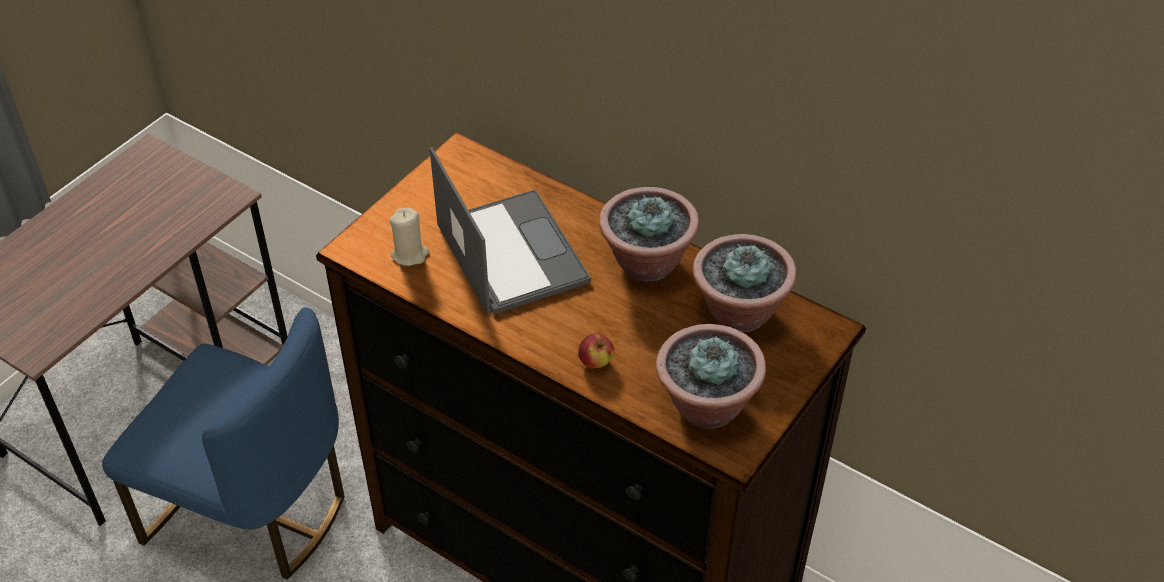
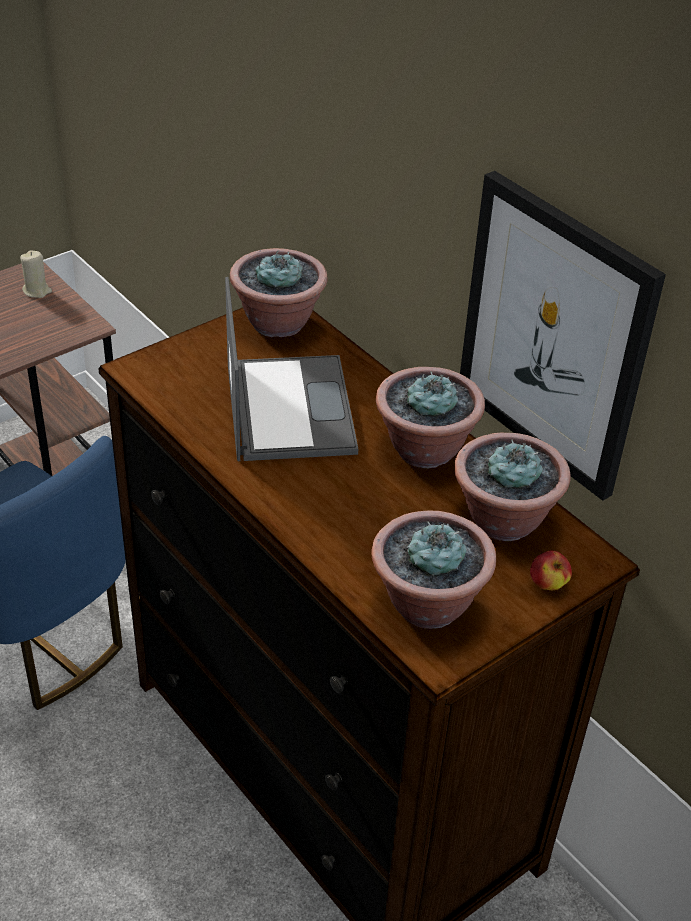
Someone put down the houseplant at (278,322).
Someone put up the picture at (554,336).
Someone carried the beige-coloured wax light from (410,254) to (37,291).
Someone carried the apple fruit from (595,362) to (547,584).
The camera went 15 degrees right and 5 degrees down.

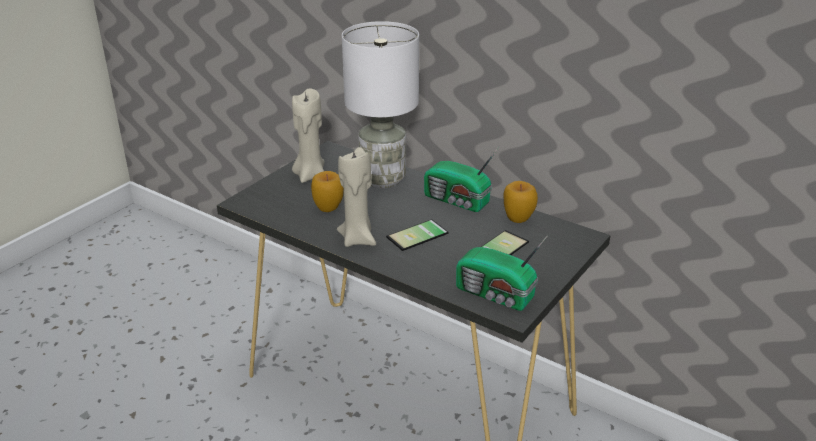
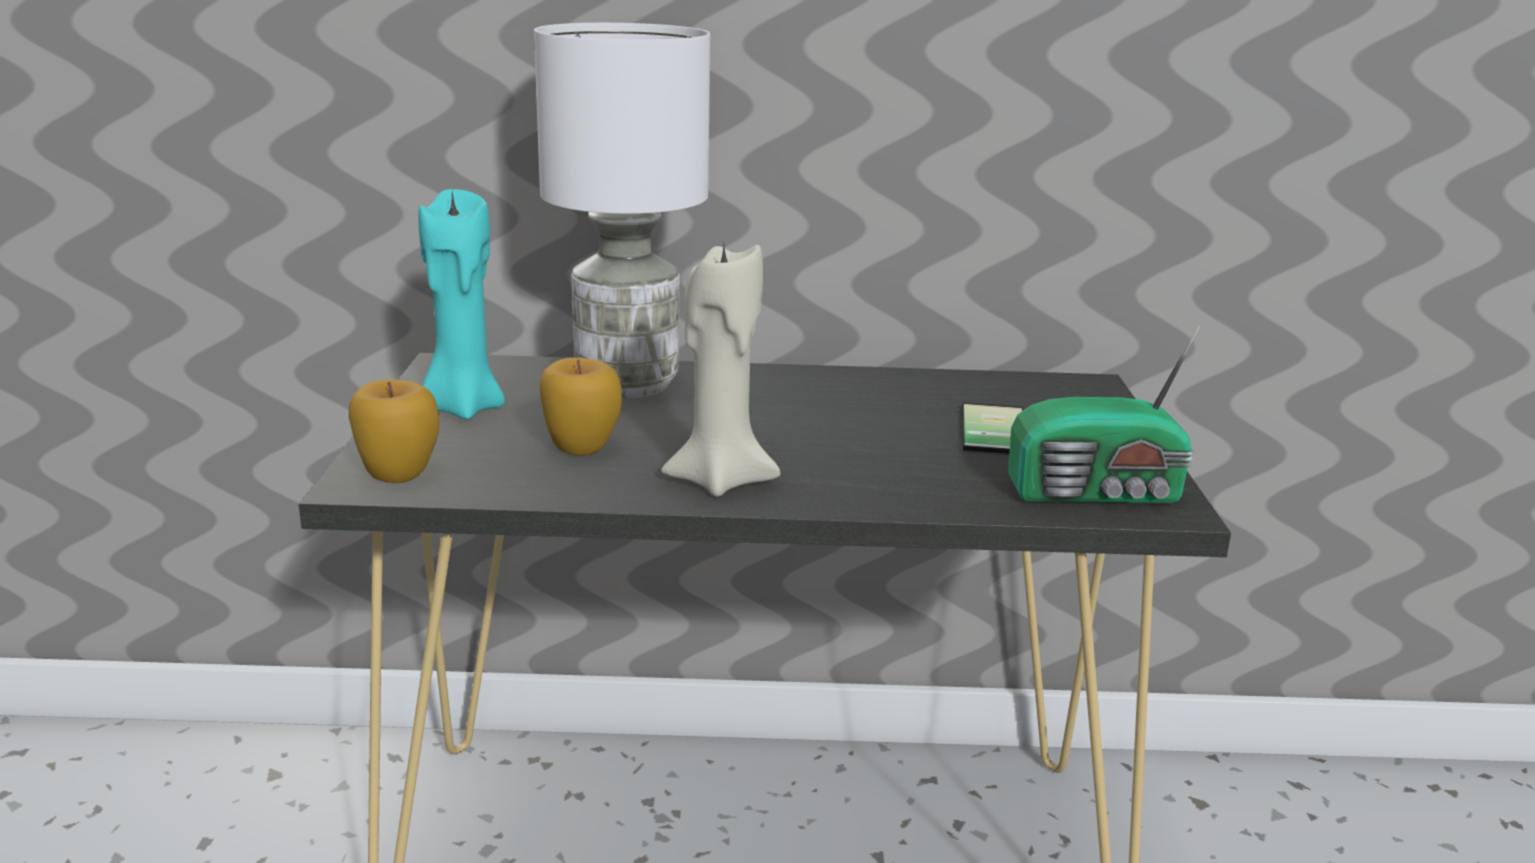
Someone took away the phone at (419,237).
Someone took away the radio set at (457,201).
Someone carried the apple fruit from (518,218) to (398,474).
Someone repainted the beige-coloured wax light at (310,175), which became the turquoise wax light at (462,408).
The camera went 35 degrees left and 10 degrees down.

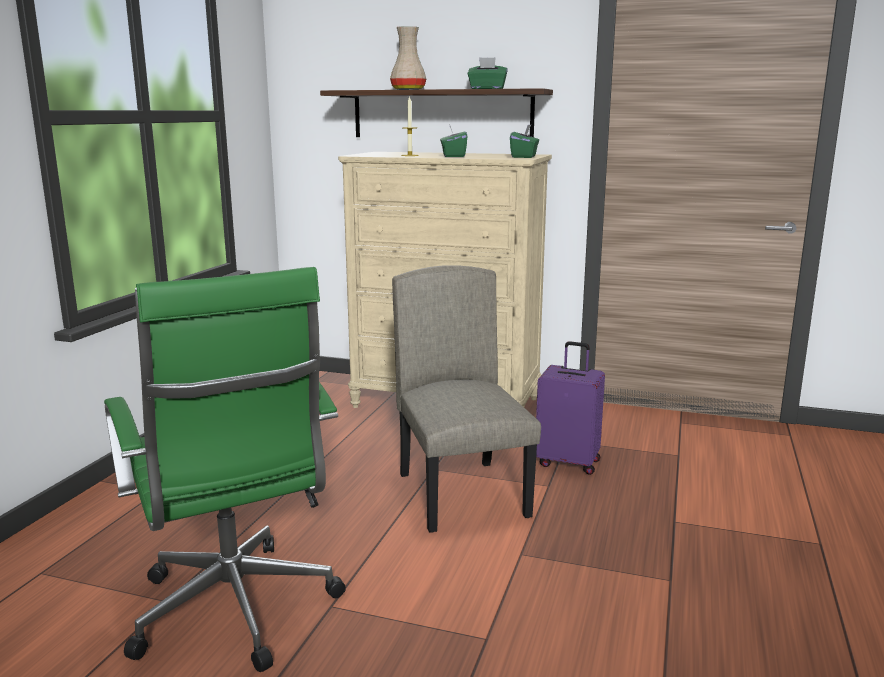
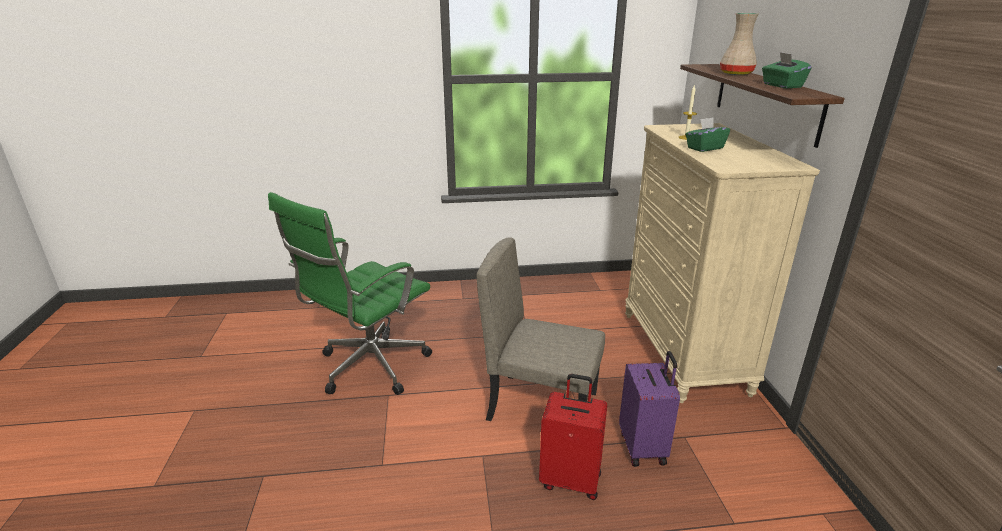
Someone took away the greenish tissue holder at (524,157).
Someone put down the red-coloured piece of luggage at (571,479).
Someone rotated the beige-coloured chair at (463,494) by 120 degrees counterclockwise.
The camera went 65 degrees right and 10 degrees up.

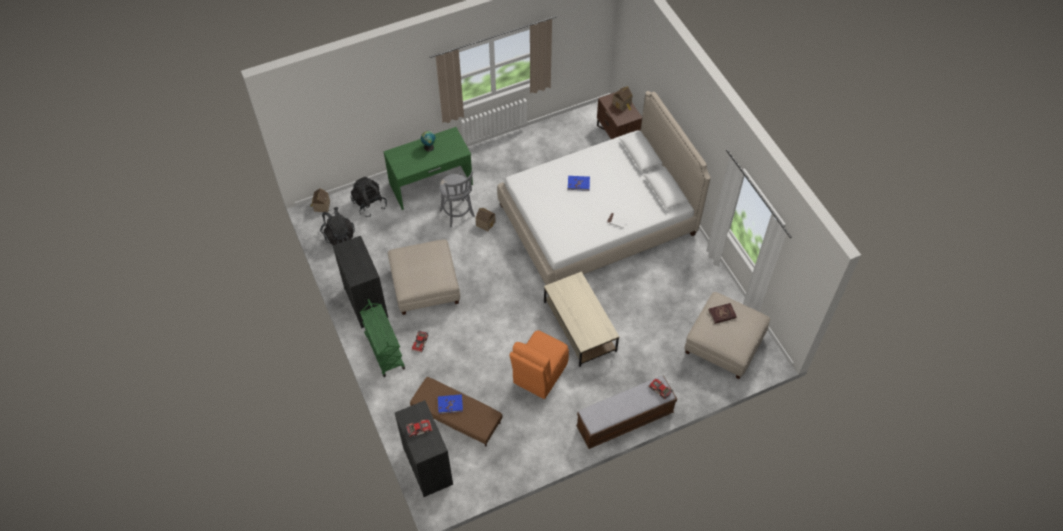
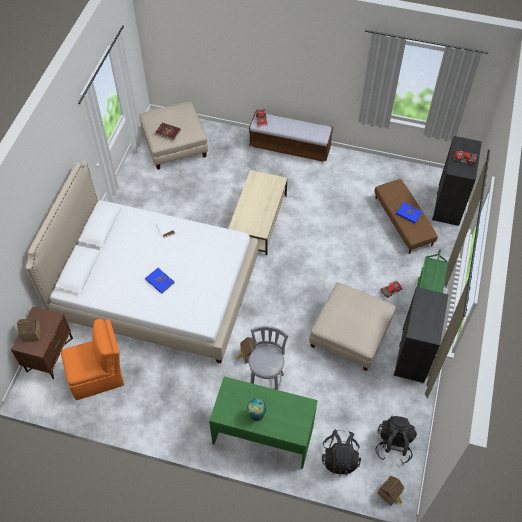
Someone carried the orange chair from (539,374) to (98,376).
The camera went 140 degrees left and 0 degrees up.

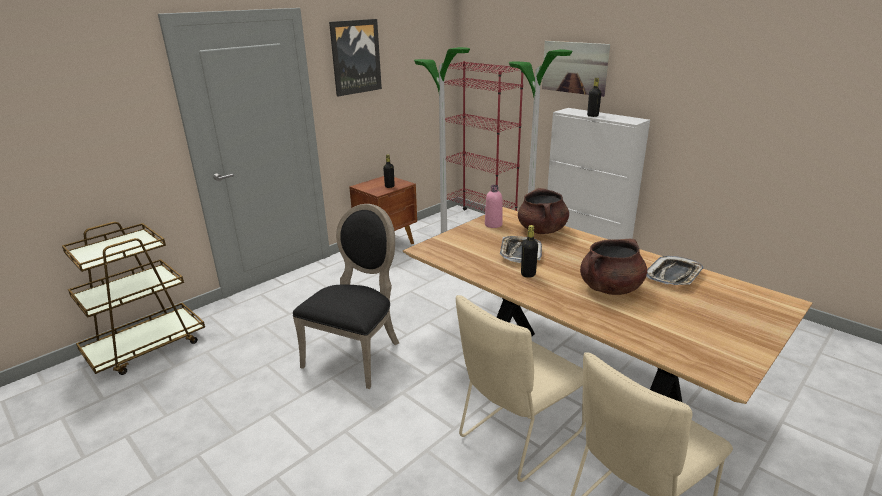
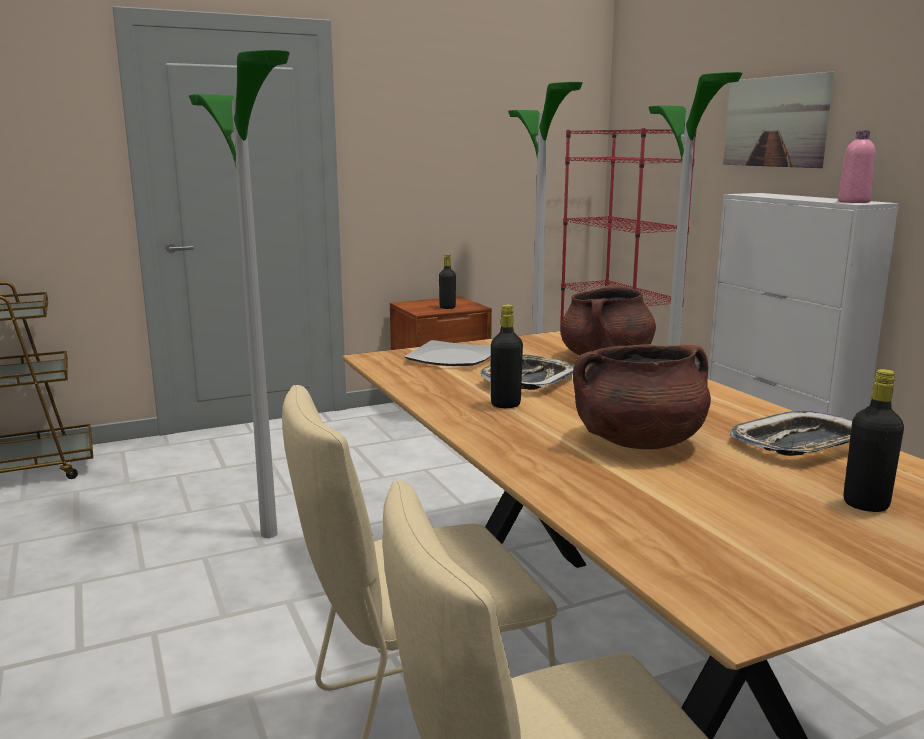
Someone took away the picture at (355,57).
Someone put down the dinner plate at (452,358).
Someone carried the pink-coloured beverage bottle from (493,224) to (854,202).
Someone carried the black-coloured beverage bottle from (592,116) to (865,505).
Someone swapped the black-coloured chair at (357,353) for the standard lamp at (269,534).
The camera went 20 degrees right and 10 degrees down.

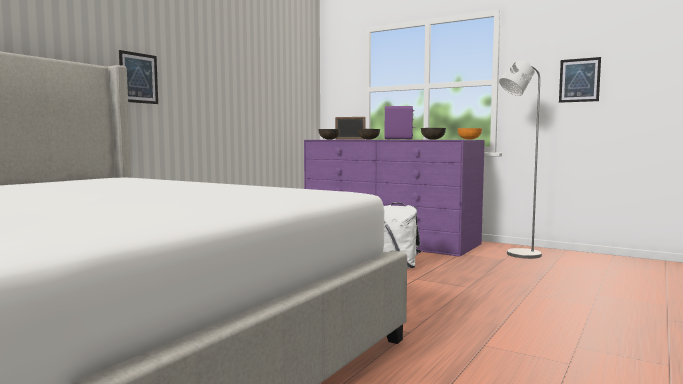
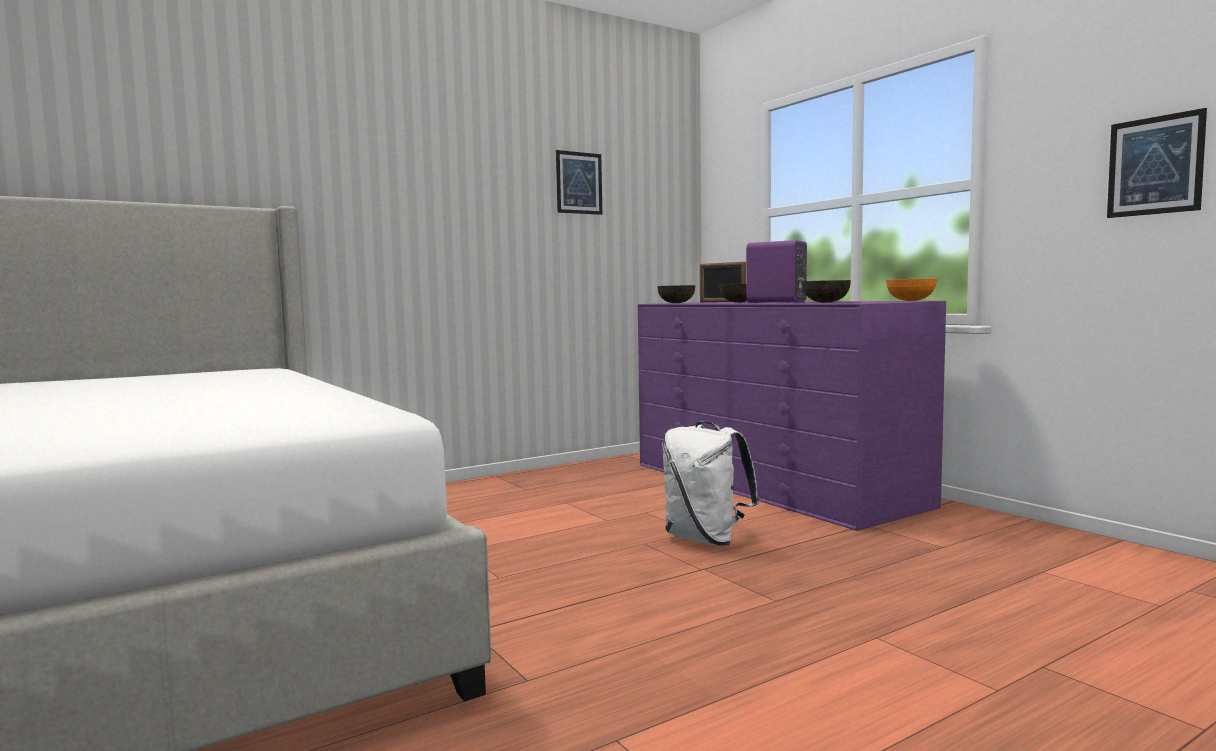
Someone took away the grey standard lamp at (518,255).
Someone carried the picture from (138,78) to (579,183).
The camera went 25 degrees right and 0 degrees up.

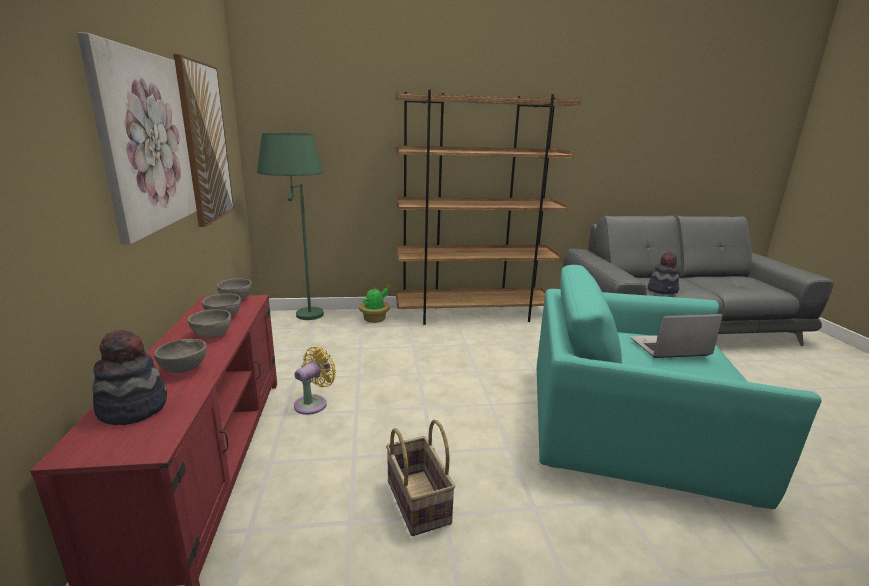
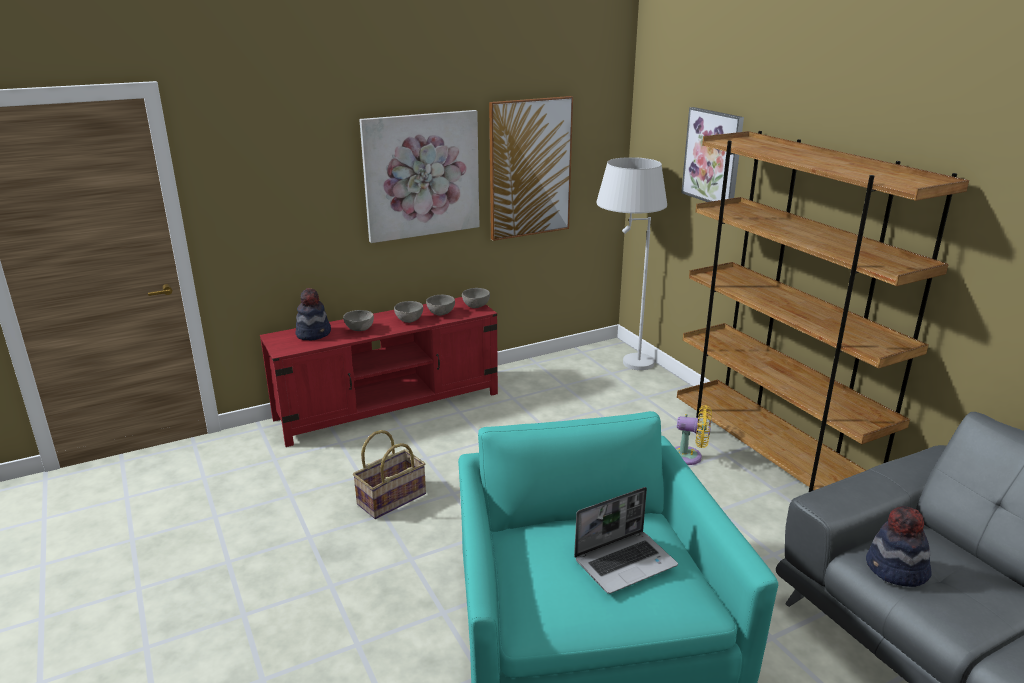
Someone took away the houseplant at (375,319).
Someone put up the picture at (713,157).
Someone carried the yellow-coloured electric fan from (313,403) to (689,457).
Someone repainted the greenish standard lamp at (302,320), which became the white-coloured standard lamp at (621,364).
Someone rotated the laptop at (669,348) by 90 degrees clockwise.
The camera went 70 degrees right and 5 degrees up.

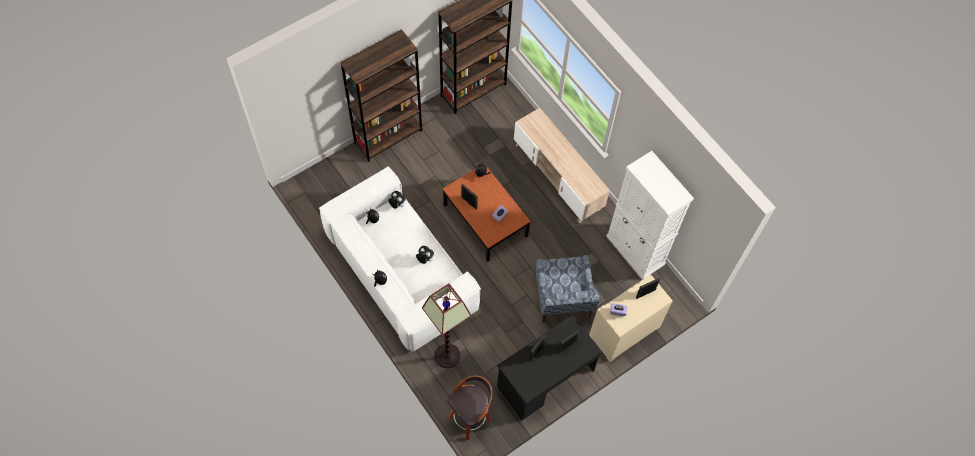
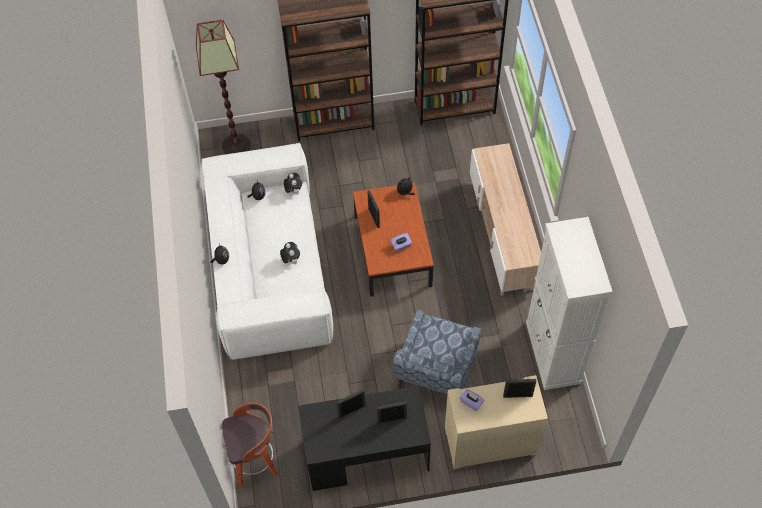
Someone carried the standard lamp from (448,356) to (236,146).
The camera went 30 degrees right and 5 degrees down.

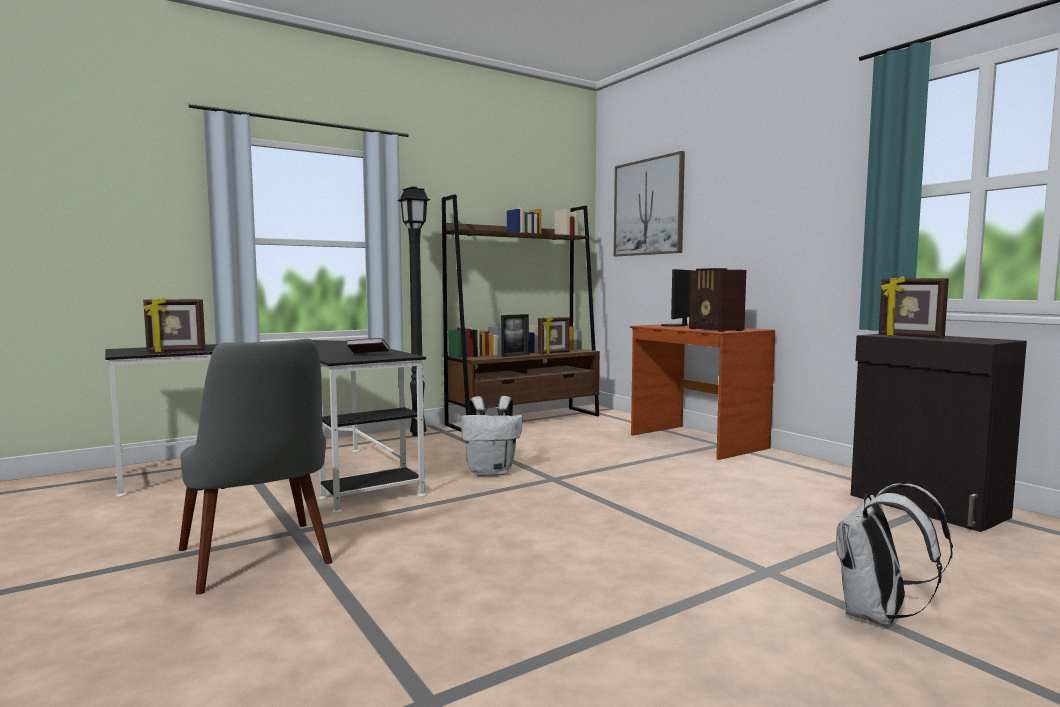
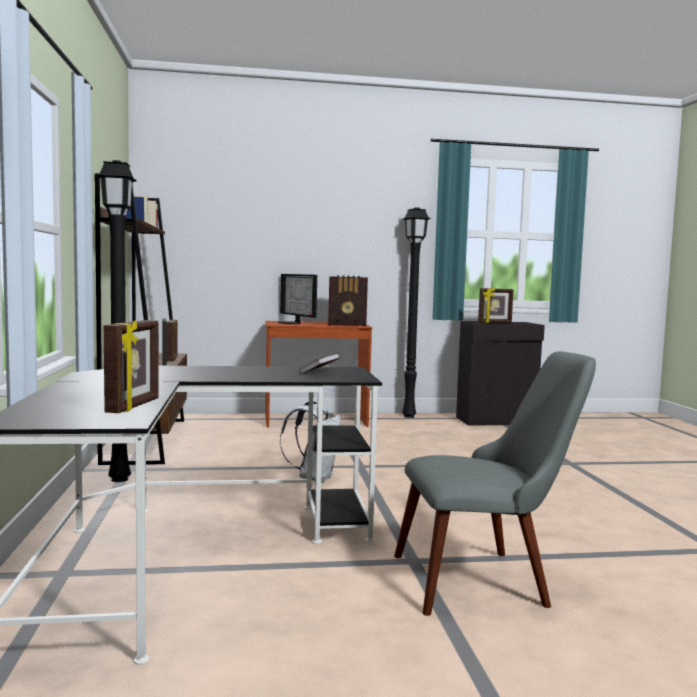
Someone took away the picture at (648,207).
Someone took away the white-coloured knapsack at (878,616).
Someone put down the black-coloured standard lamp at (409,416).
The camera went 65 degrees left and 0 degrees up.

